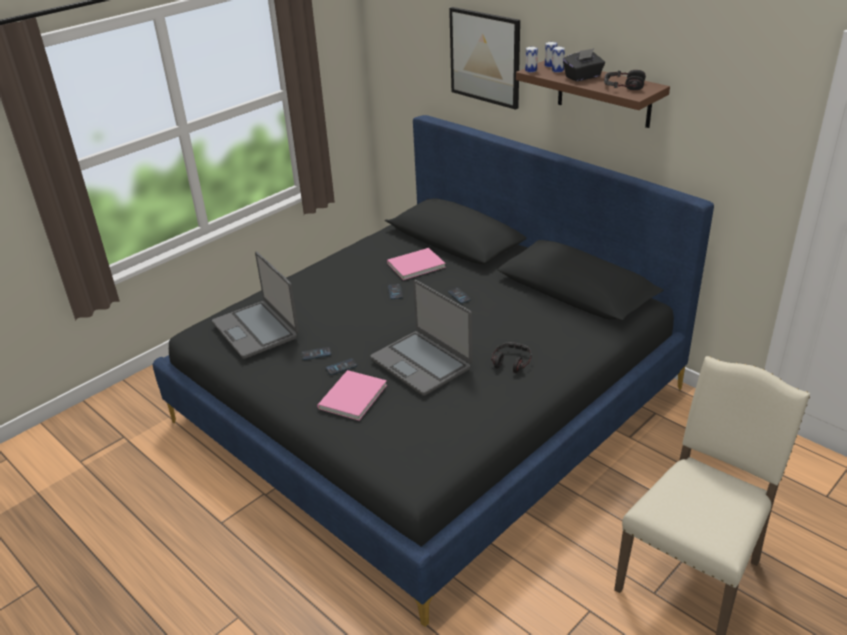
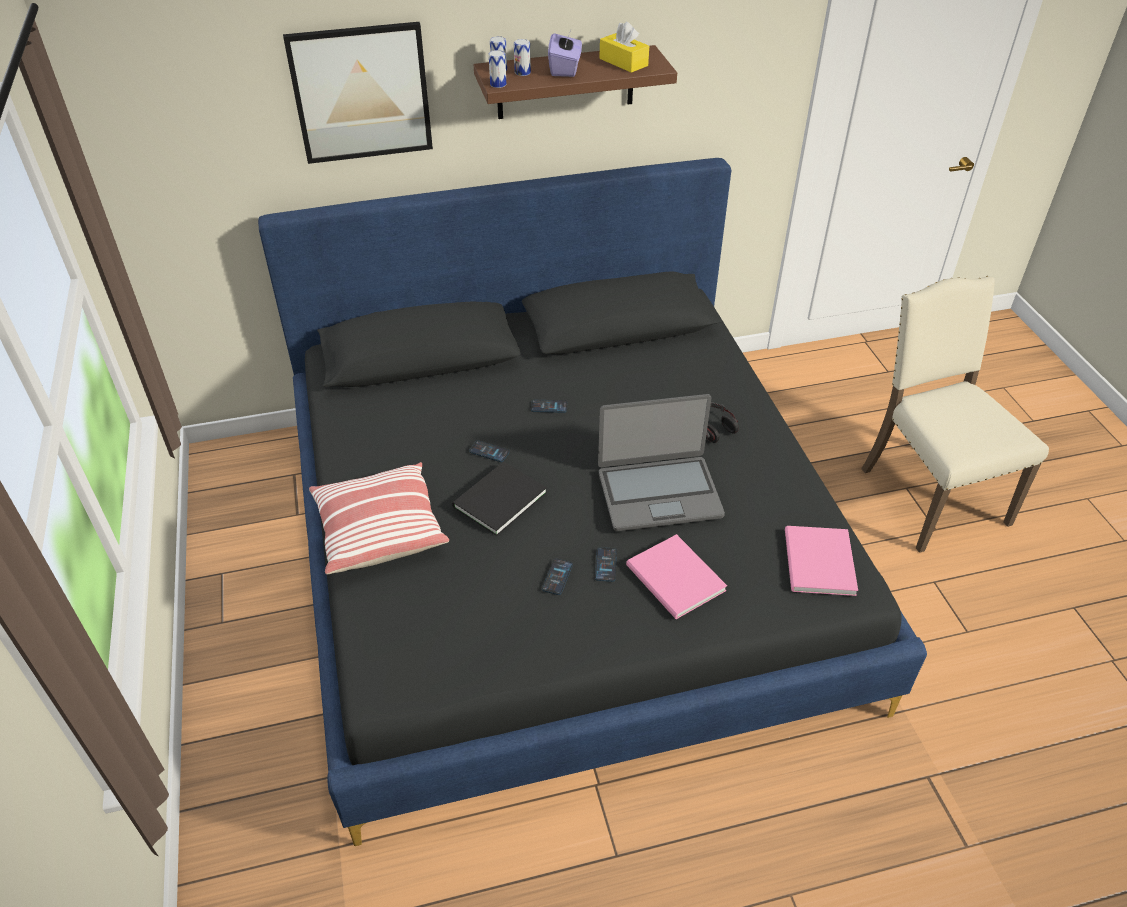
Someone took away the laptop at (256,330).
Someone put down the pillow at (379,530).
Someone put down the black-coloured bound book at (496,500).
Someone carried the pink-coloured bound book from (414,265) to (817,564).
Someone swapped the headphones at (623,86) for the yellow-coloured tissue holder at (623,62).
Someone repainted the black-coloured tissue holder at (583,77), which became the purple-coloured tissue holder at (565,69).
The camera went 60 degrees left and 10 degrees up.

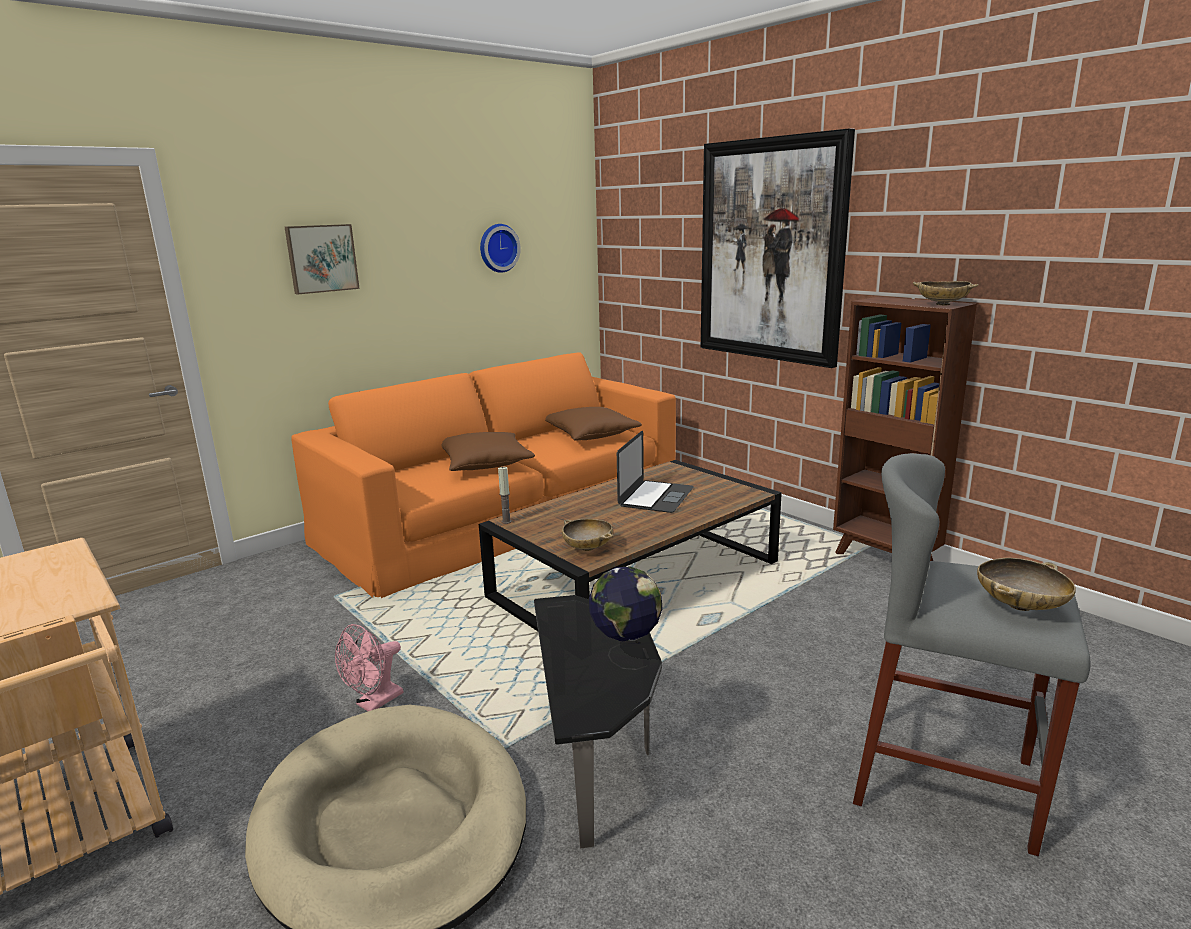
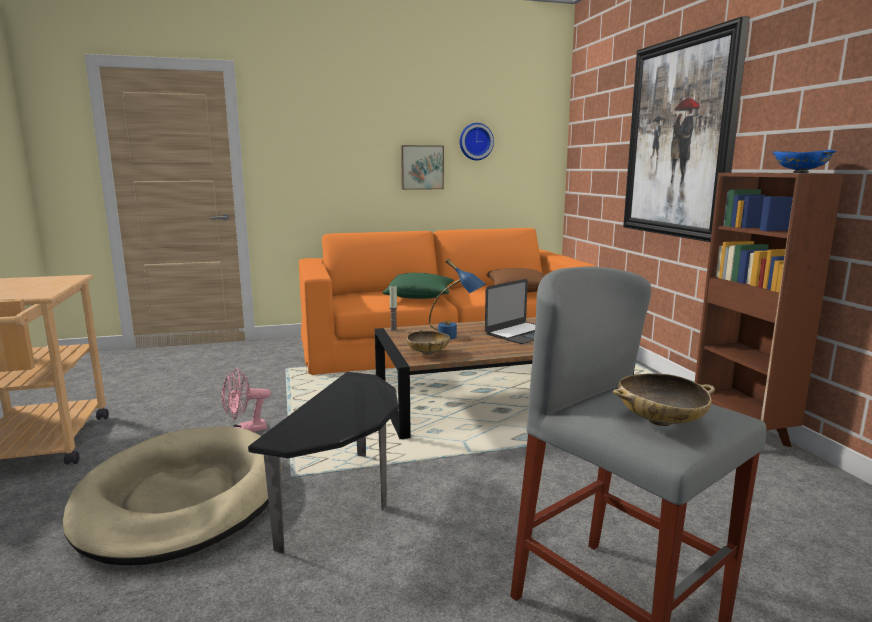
Someone took away the world globe at (626,652).
Someone put down the blue tabletop lamp at (455,338).
Someone carried the picture from (321,258) to (421,167).
Someone repainted the brown pillow at (485,464), which became the greenish pillow at (419,296).
Someone repainted the beige-coloured serving bowl at (942,304), which became the blue serving bowl at (800,173).
The camera went 25 degrees right and 5 degrees down.

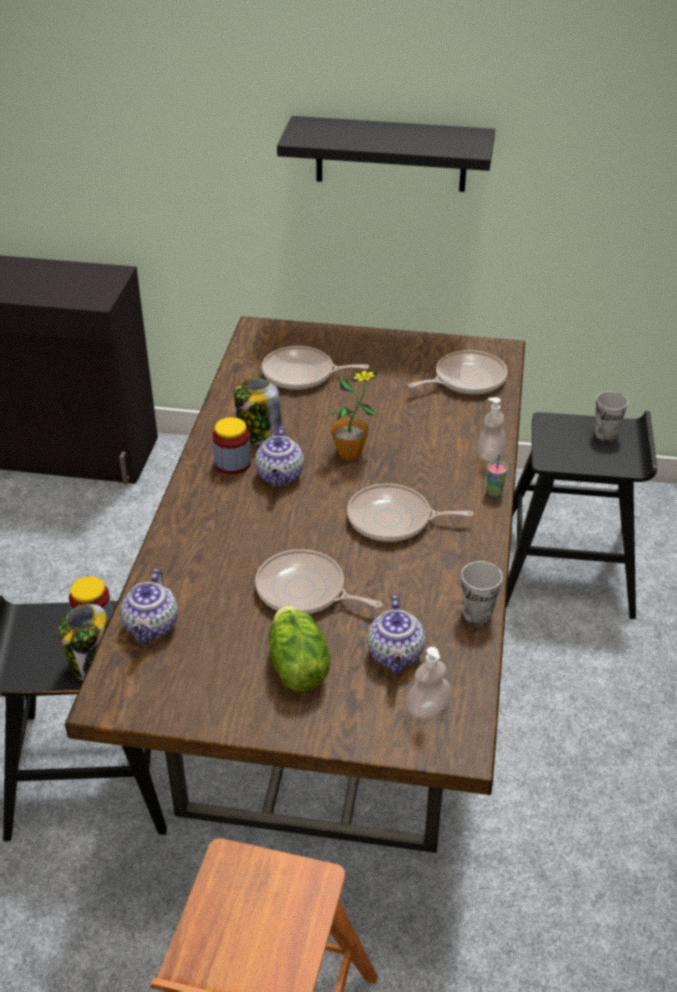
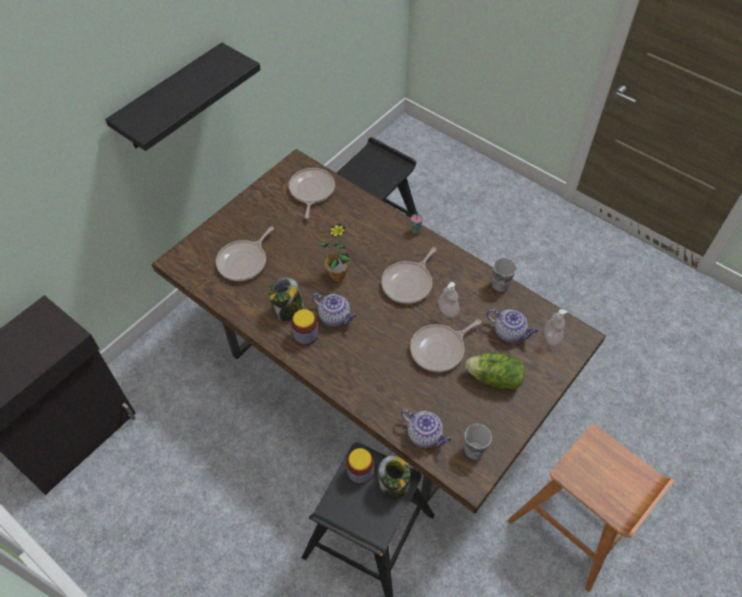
Someone carried the liquid soap bottle from (490,455) to (447,311).
Someone carried the drinking cup from (605,434) to (474,450).
The camera went 60 degrees left and 15 degrees up.

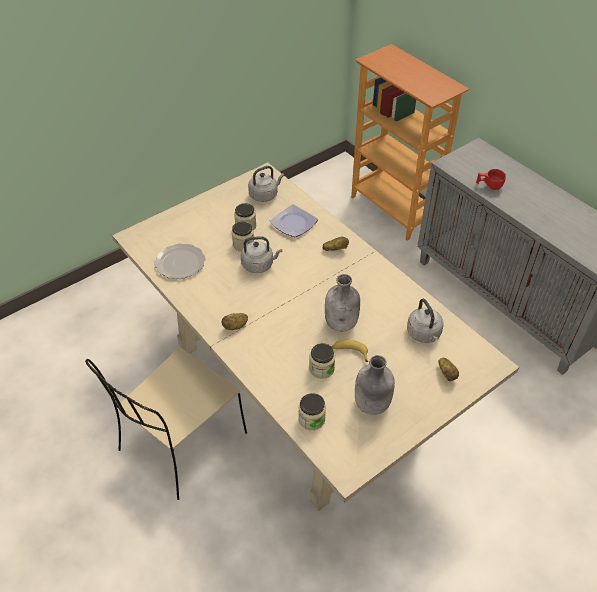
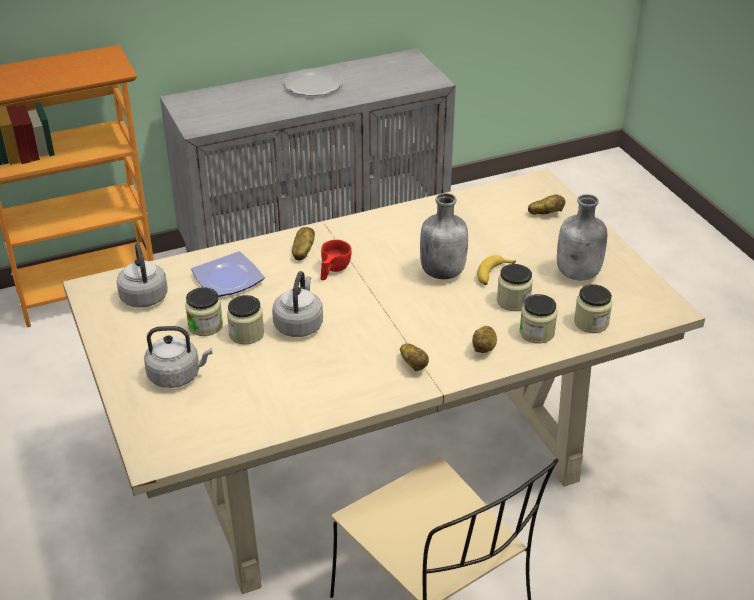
Someone put down the whole potato at (484,348).
Someone put down the storage jar at (536,333).
Someone carried the dinner plate from (180,263) to (314,85).
Someone carried the grey kettle from (424,334) to (177,376).
Someone carried the red-coloured drinking cup from (489,185) to (332,270).
The camera went 75 degrees left and 10 degrees down.

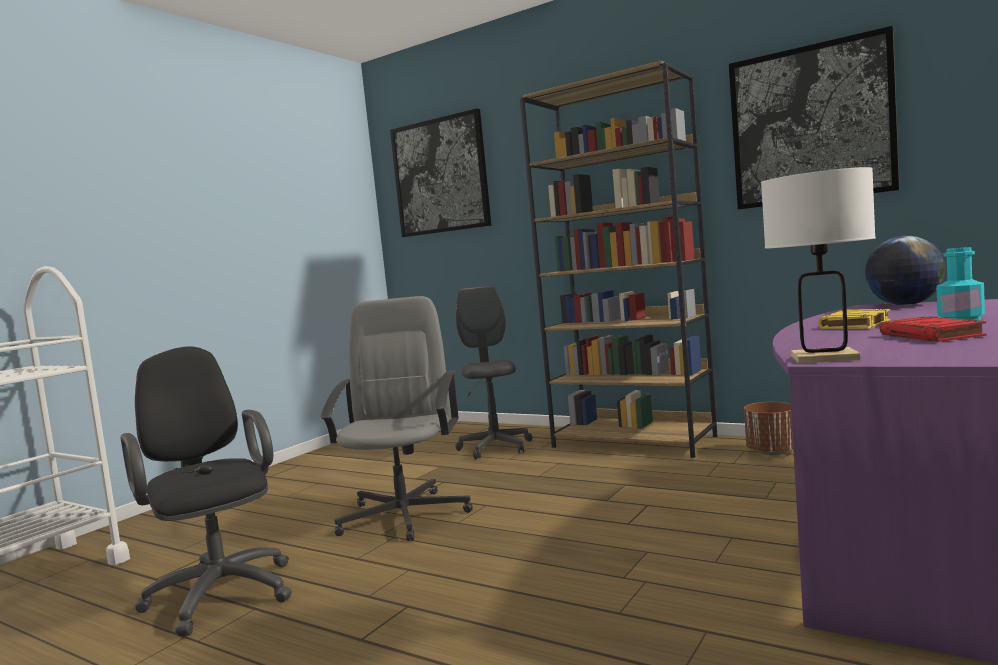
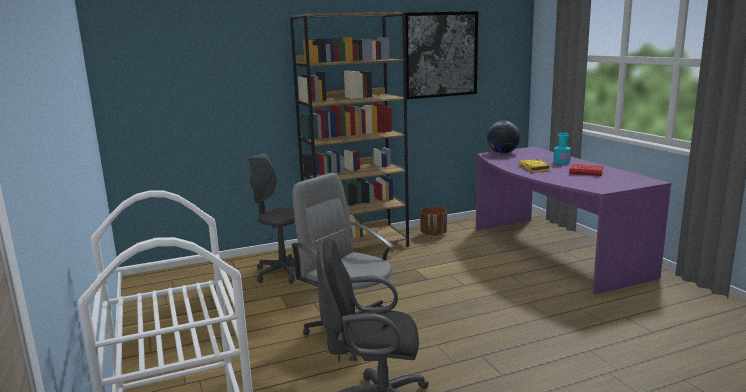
Someone took away the picture at (440,176).
Someone took away the white-coloured tabletop lamp at (824,358).
The camera went 55 degrees left and 10 degrees up.

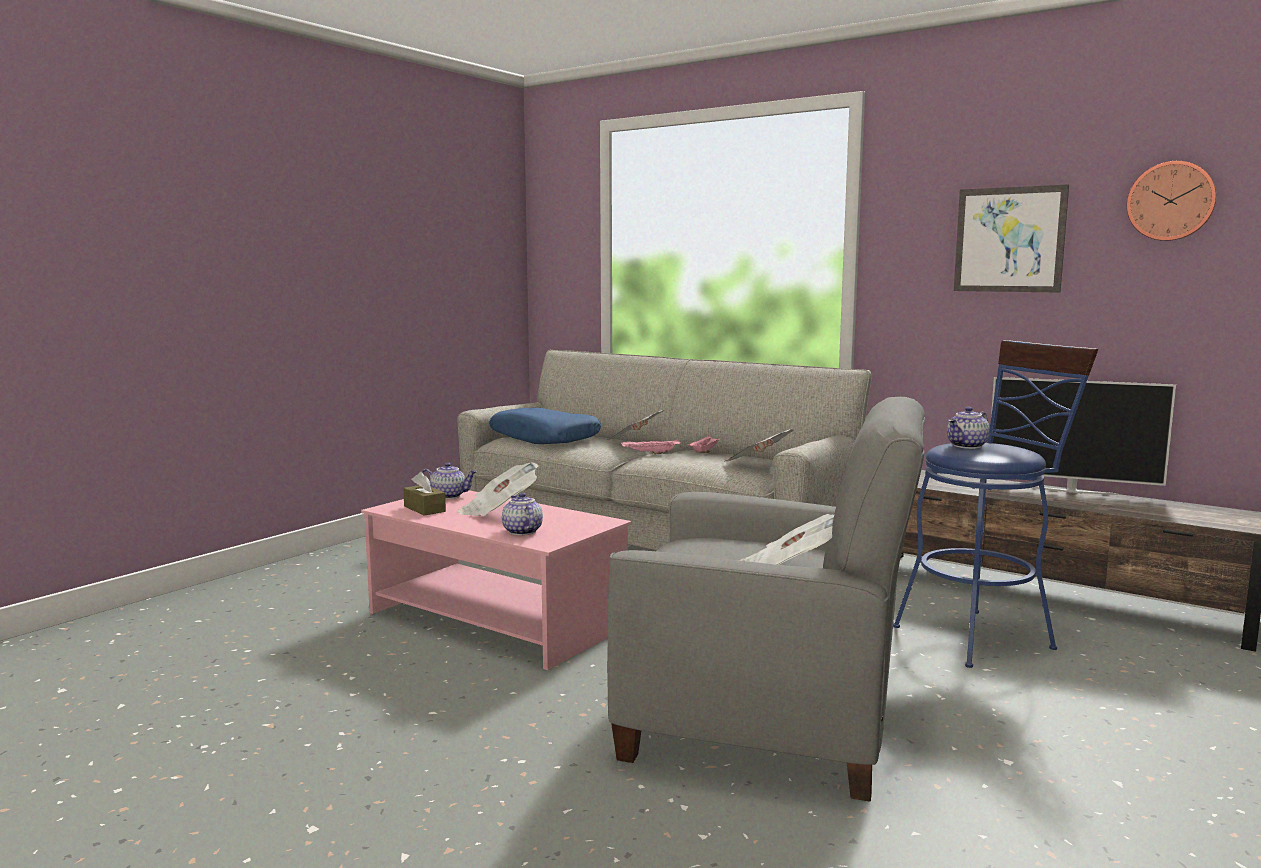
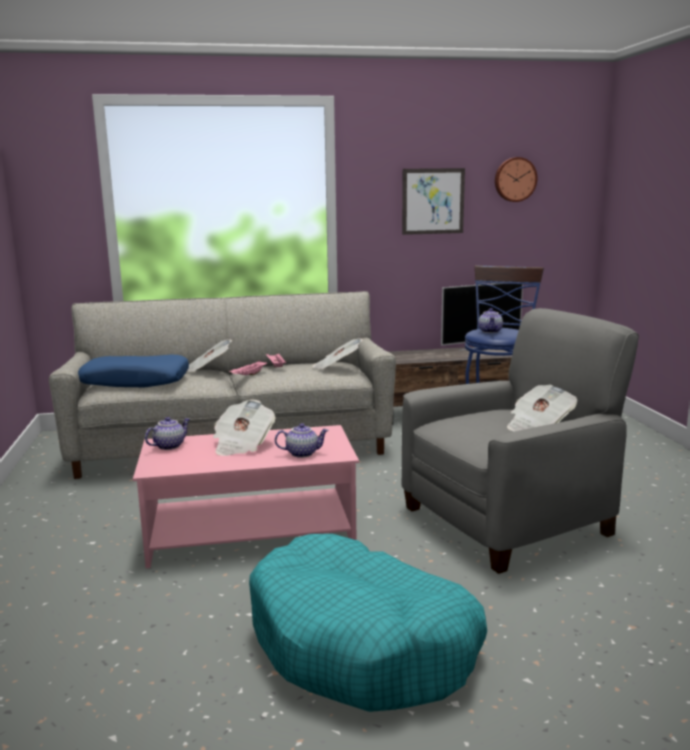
Someone took away the brown tissue holder at (424,509).
Someone put down the turquoise dog bed at (362,643).
Someone rotated the teapot at (521,531) by 150 degrees clockwise.
The camera went 45 degrees left and 5 degrees up.

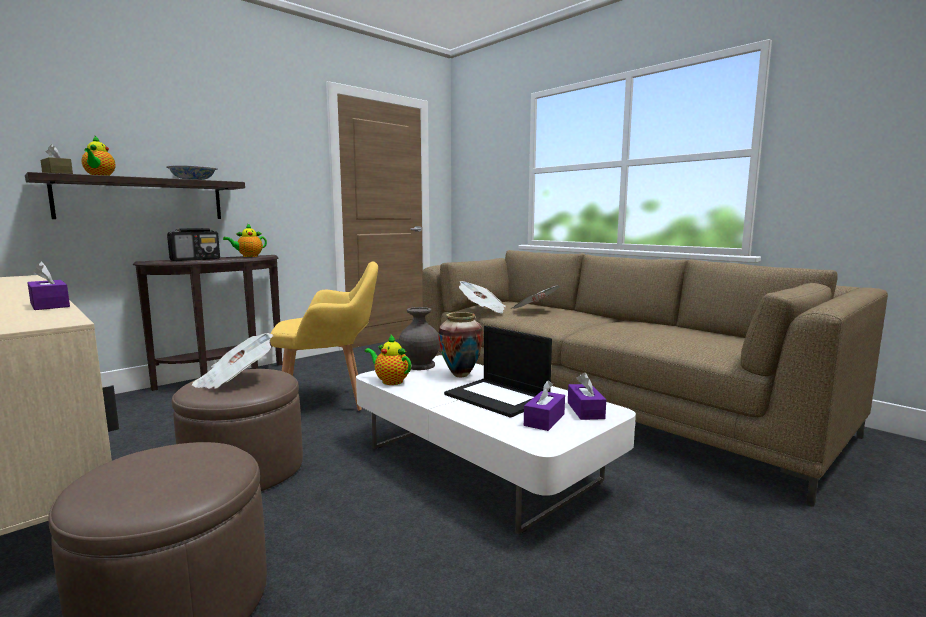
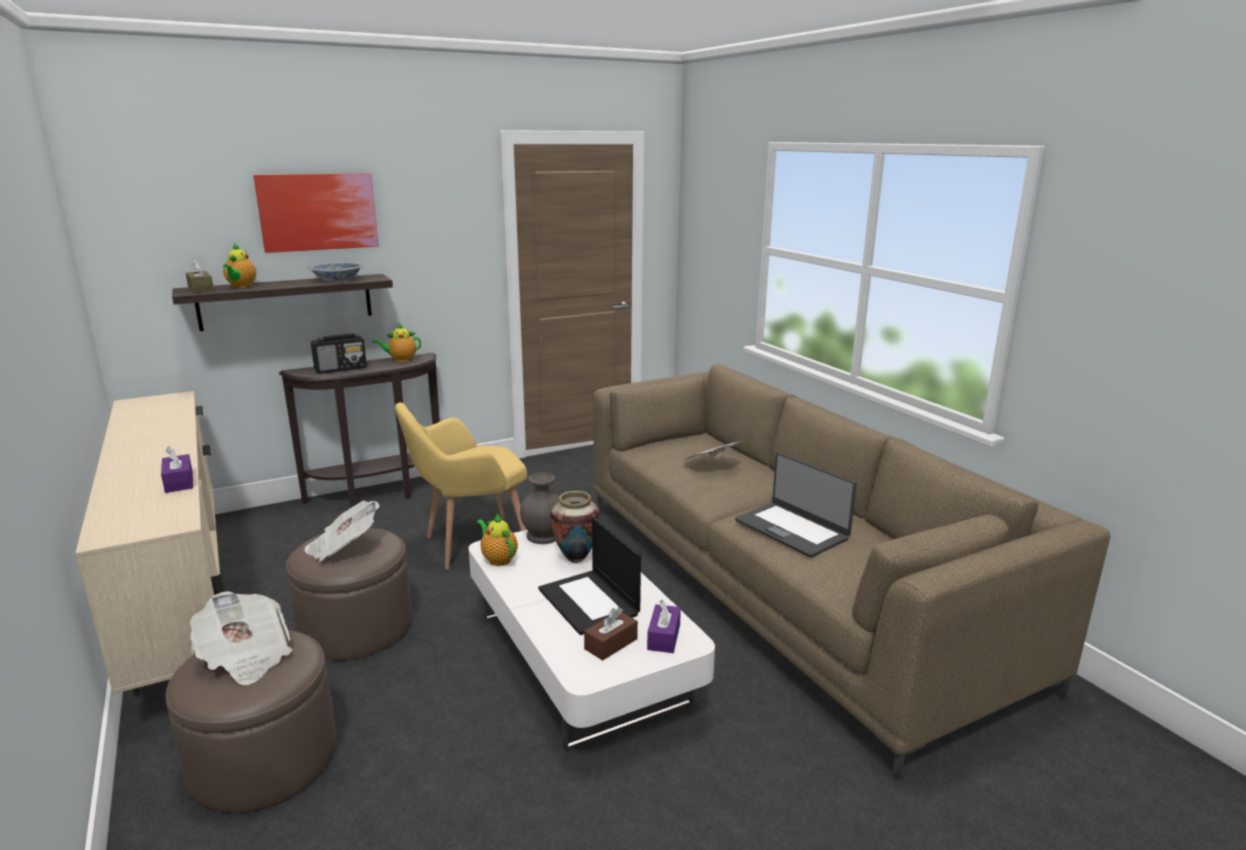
Someone put up the picture at (318,212).
Someone put down the laptop at (792,529).
Someone carried the newspaper from (483,310) to (245,657).
Someone repainted the purple-coloured tissue holder at (544,420), which became the brown tissue holder at (611,644).
Someone rotated the yellow-coloured easy chair at (329,402) by 150 degrees clockwise.
The camera went 15 degrees right and 10 degrees up.

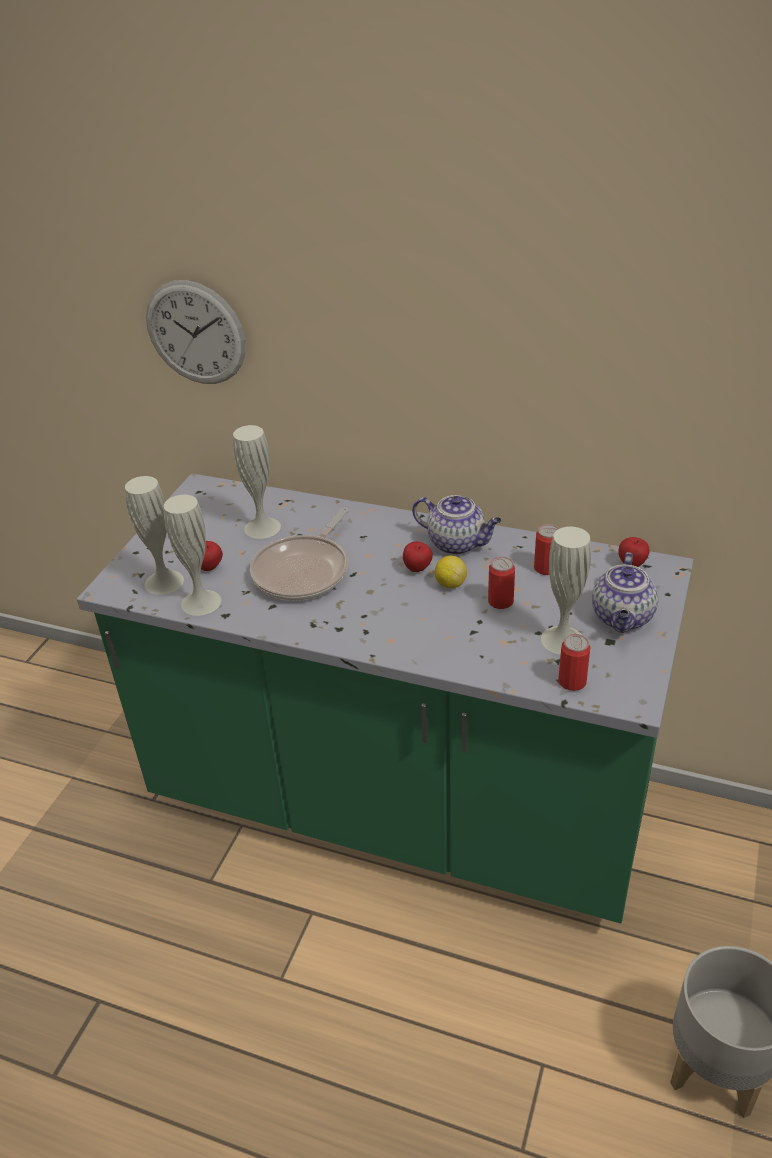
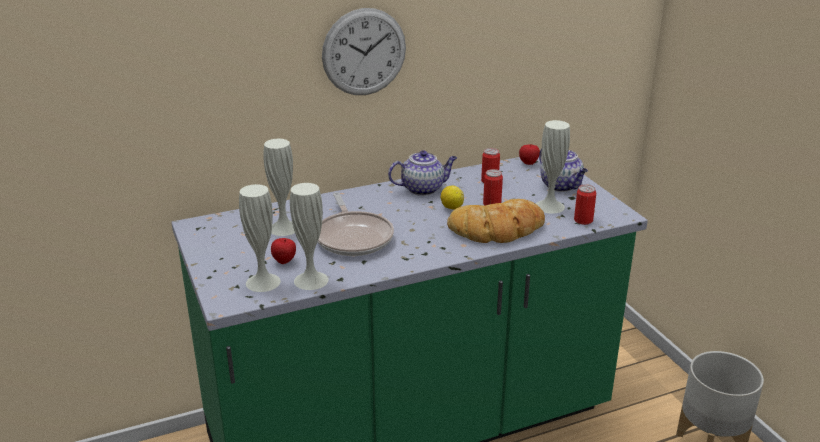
Someone took away the apple fruit at (418,569).
Someone put down the baked bread at (498,229).
Someone carried the wall clock from (195,333) to (364,52).
The camera went 45 degrees left and 10 degrees down.

